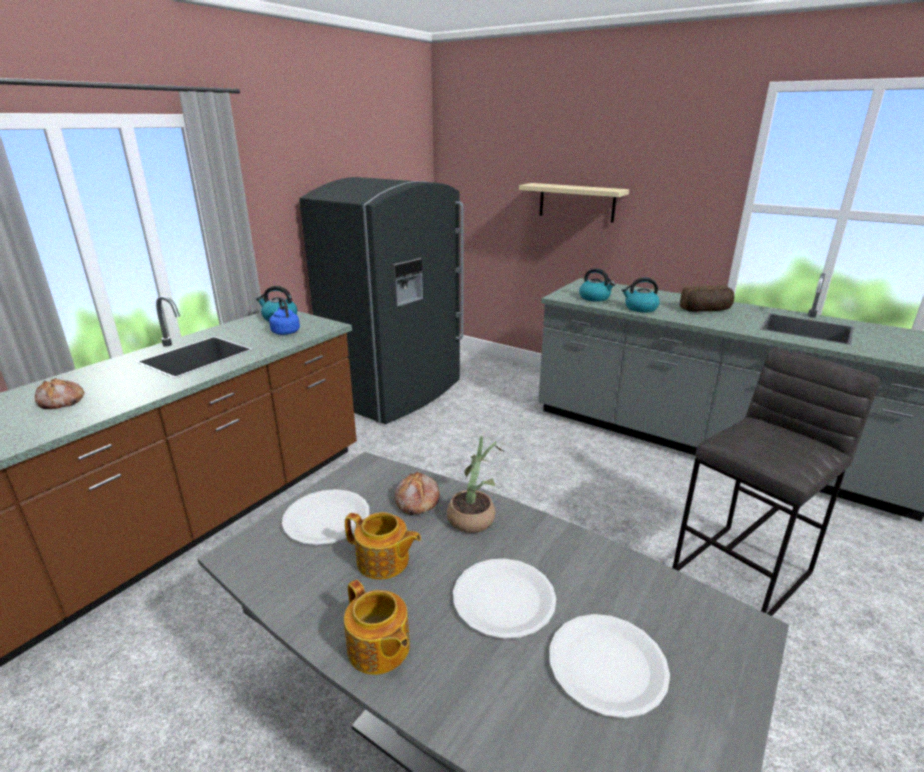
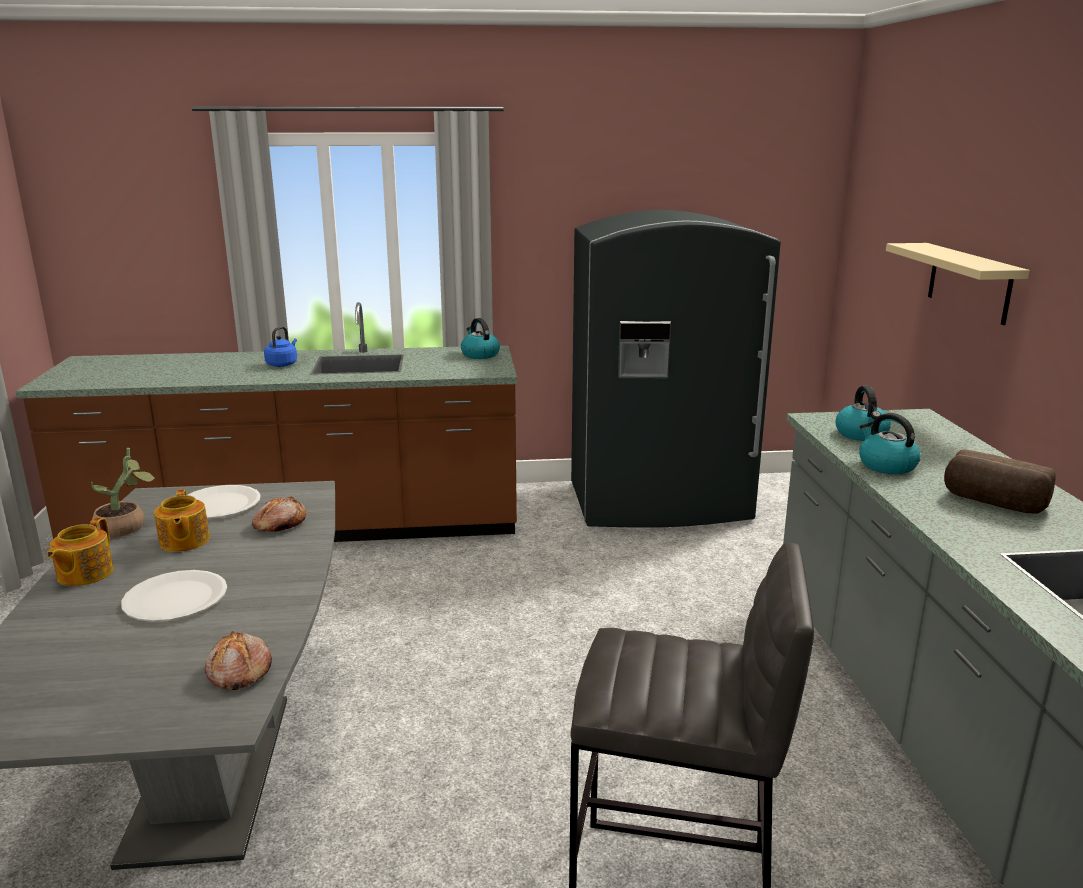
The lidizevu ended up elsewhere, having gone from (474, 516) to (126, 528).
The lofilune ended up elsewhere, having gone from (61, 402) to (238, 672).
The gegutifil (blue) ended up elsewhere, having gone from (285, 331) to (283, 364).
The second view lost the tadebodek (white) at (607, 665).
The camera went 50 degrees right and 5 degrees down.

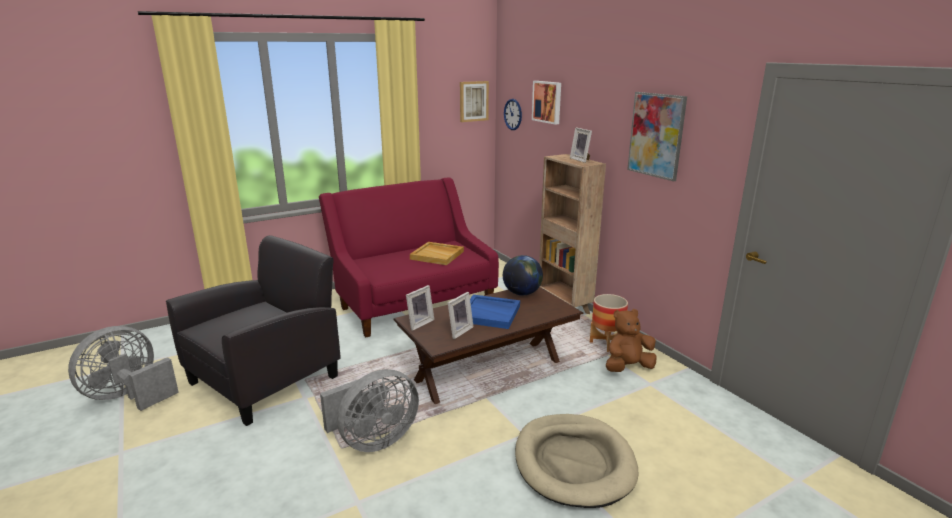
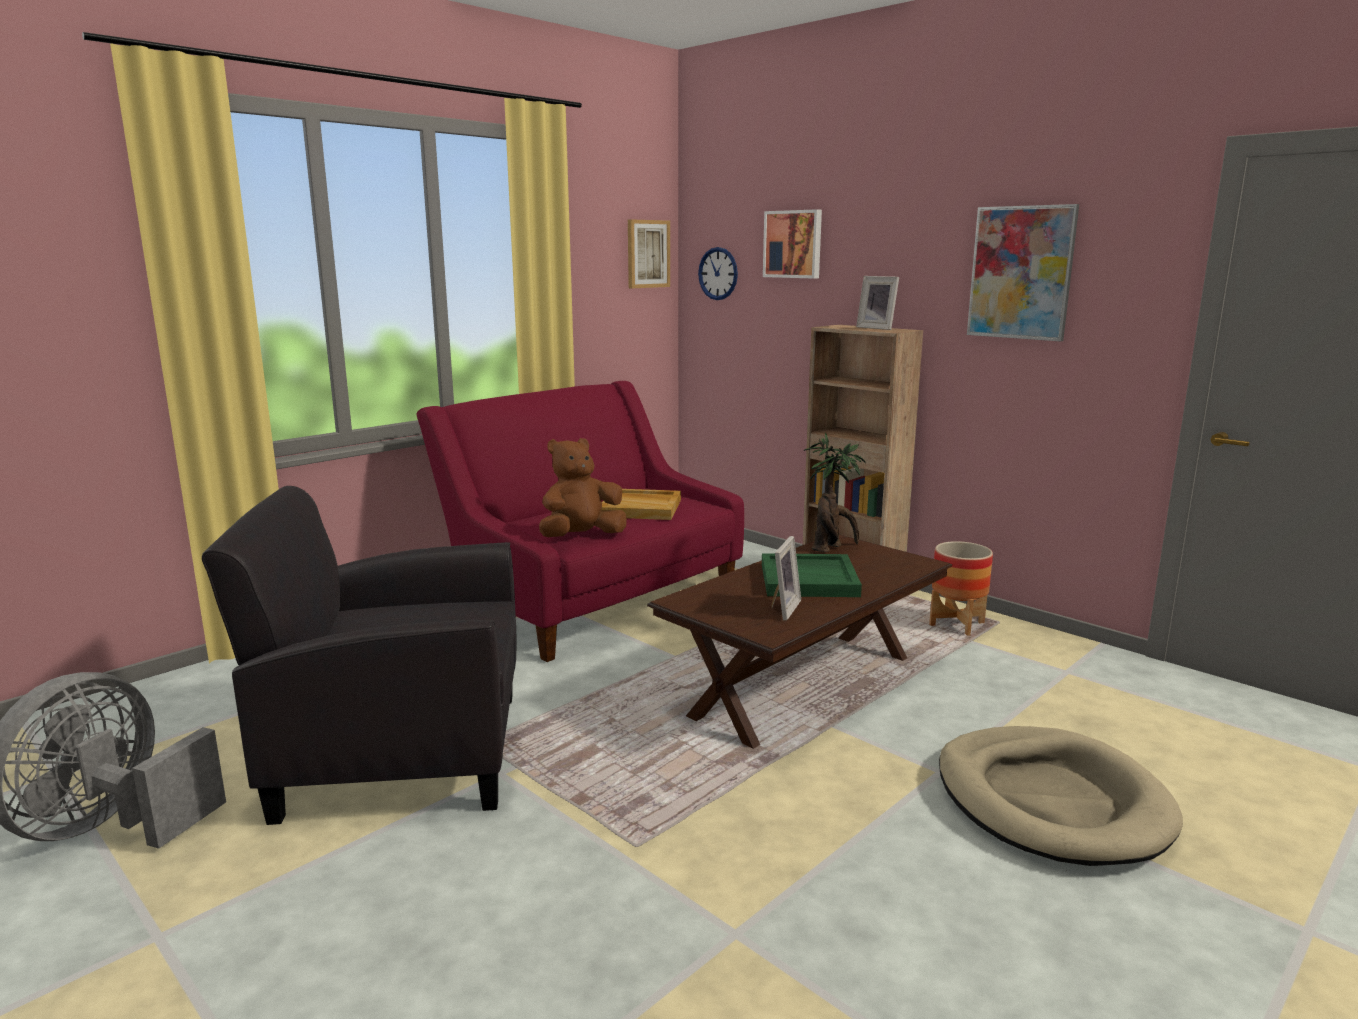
The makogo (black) at (266, 379) ended up facing another way, 120 degrees counterclockwise from before.
The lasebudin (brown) ended up elsewhere, having gone from (627, 367) to (581, 537).
What was the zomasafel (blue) at (490, 313) turned into the zomasafel (green) at (809, 579).
Where the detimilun stood at (522, 293), the lidizevu came to stand at (831, 548).
The second view lost the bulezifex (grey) at (373, 440).
The second view lost the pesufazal at (419, 323).
The camera went 15 degrees left and 5 degrees down.

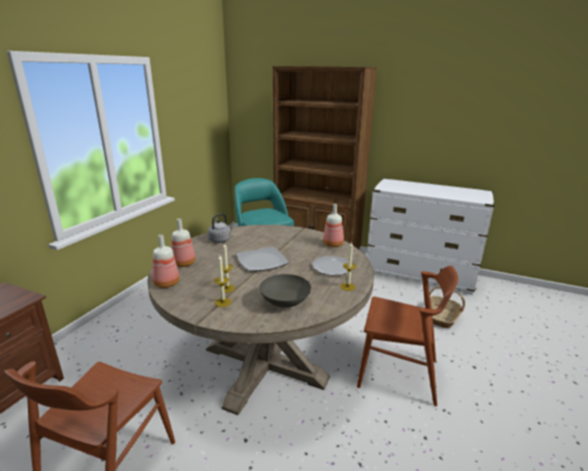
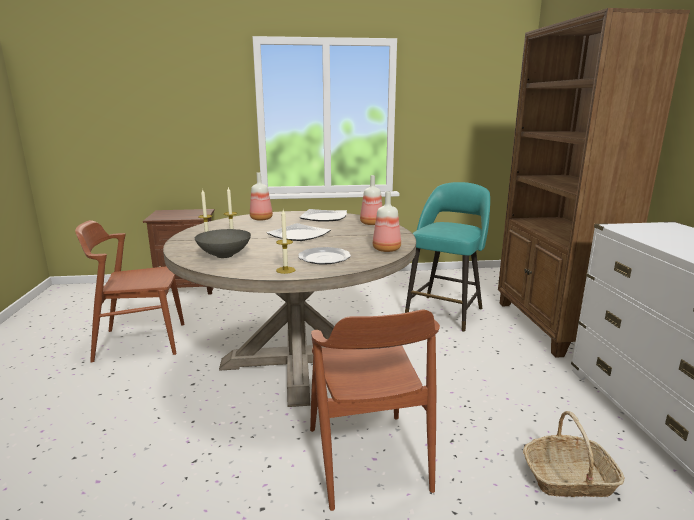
Where the gegutifil (grey) stood at (221, 239), the tadebodek came to stand at (324, 217).
The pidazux ended up elsewhere, having gone from (166, 284) to (370, 223).
The camera went 60 degrees right and 5 degrees down.

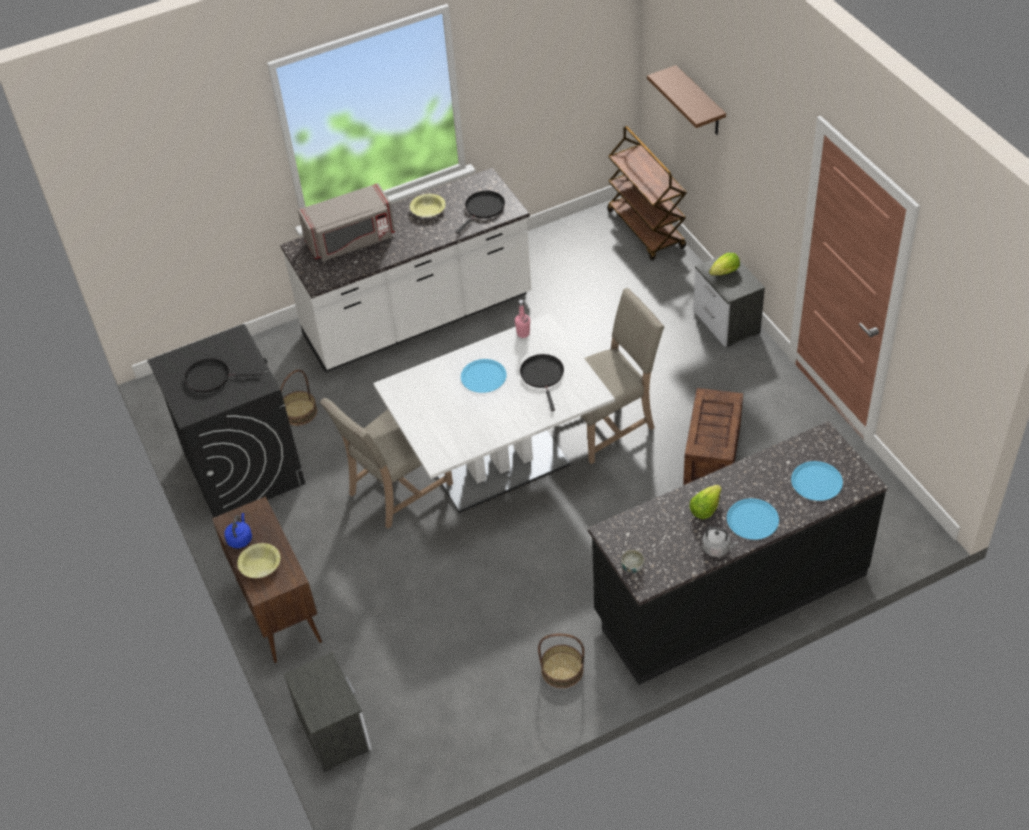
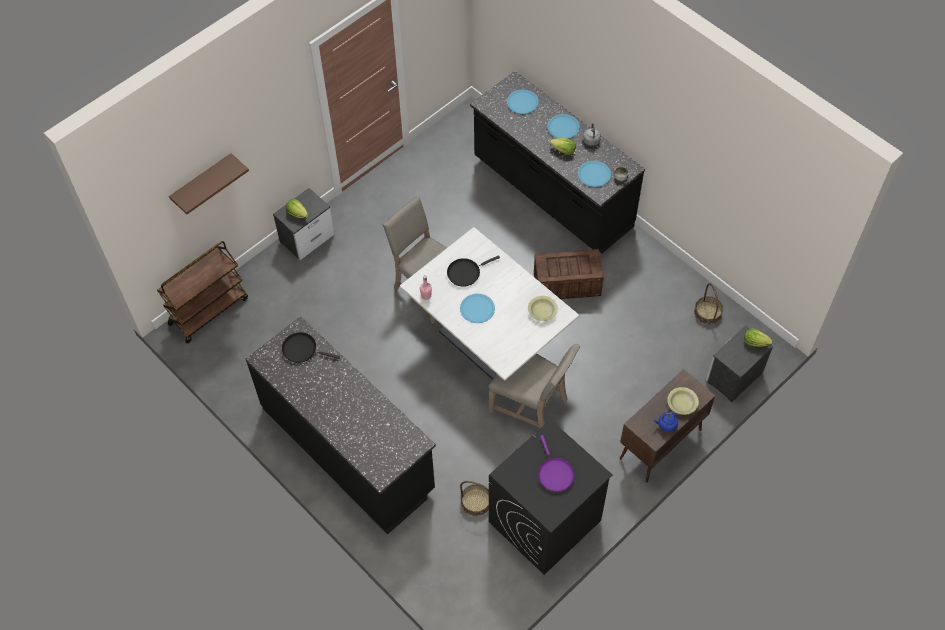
What was the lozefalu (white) at (418, 318) turned into the lozefalu (black) at (348, 448).
The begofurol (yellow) ended up elsewhere, having gone from (428, 210) to (542, 311).
The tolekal ended up elsewhere, having gone from (712, 454) to (568, 284).
What was the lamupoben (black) at (211, 377) turned into the lamupoben (purple) at (554, 473).
The second view gained the tadebodek (blue) at (594, 174).
The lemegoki ended up elsewhere, having gone from (562, 670) to (707, 313).
The second view gained the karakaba at (755, 342).
The second view lost the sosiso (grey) at (351, 240).
The camera went 110 degrees left and 10 degrees up.

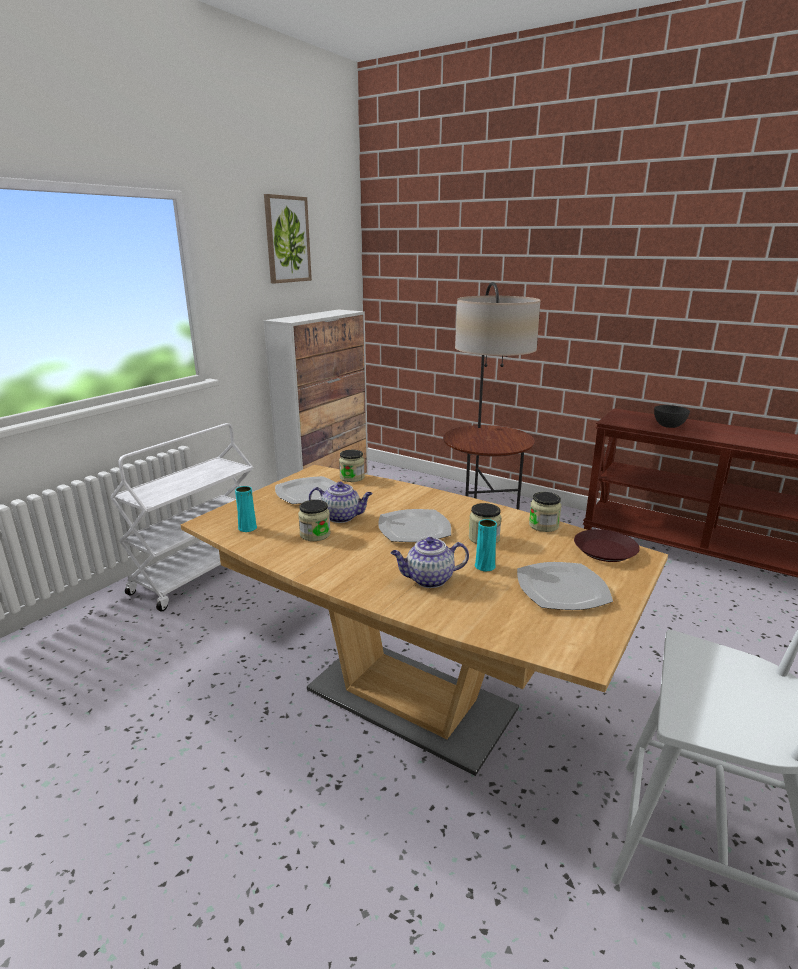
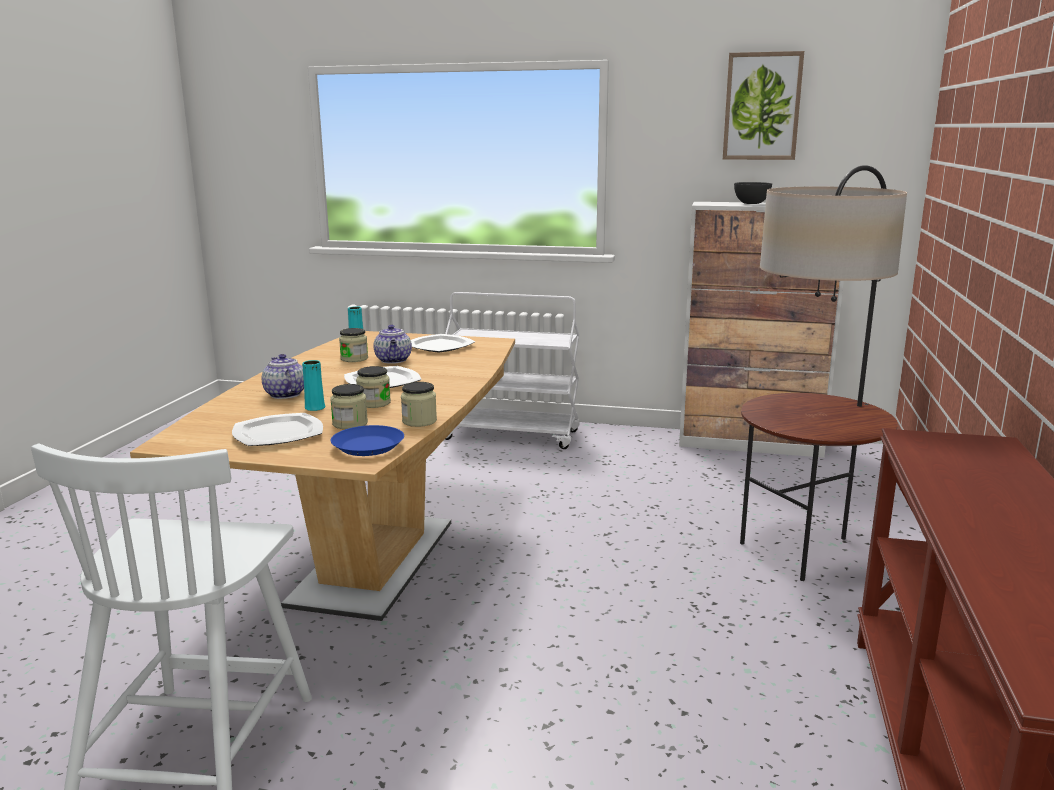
The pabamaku ended up elsewhere, having gone from (352, 477) to (350, 424).
What was the tadebodek (brown) at (604, 550) turned into the tadebodek (blue) at (368, 446).
The begofurol (grey) ended up elsewhere, having gone from (669, 426) to (751, 203).
The camera went 70 degrees right and 5 degrees down.

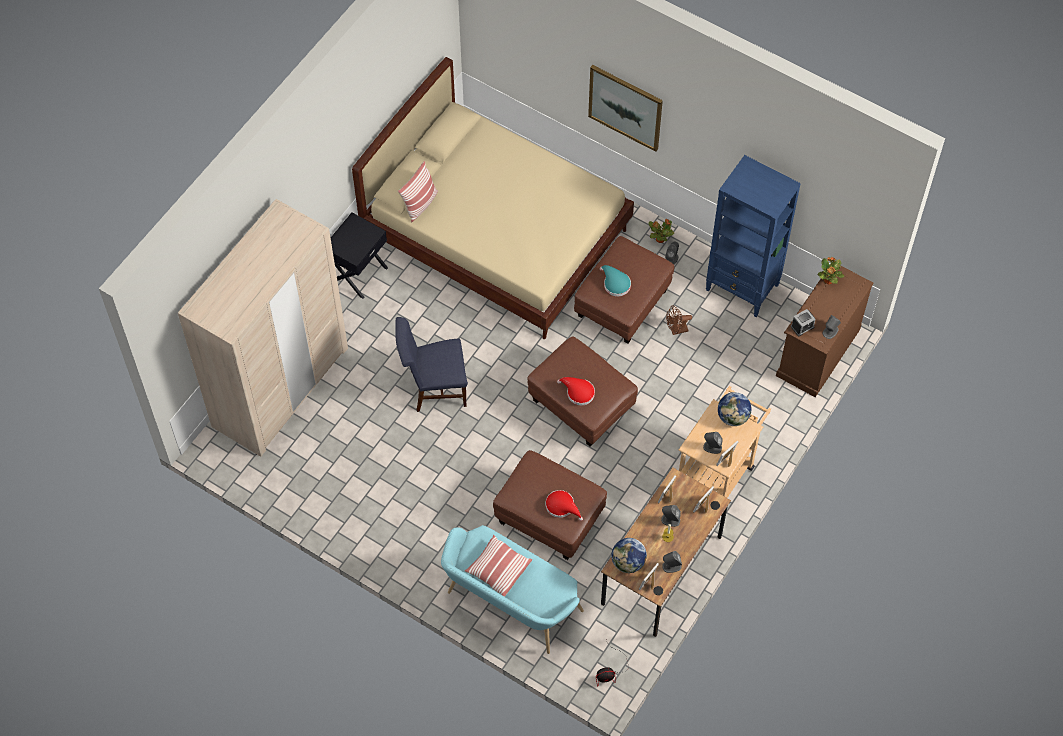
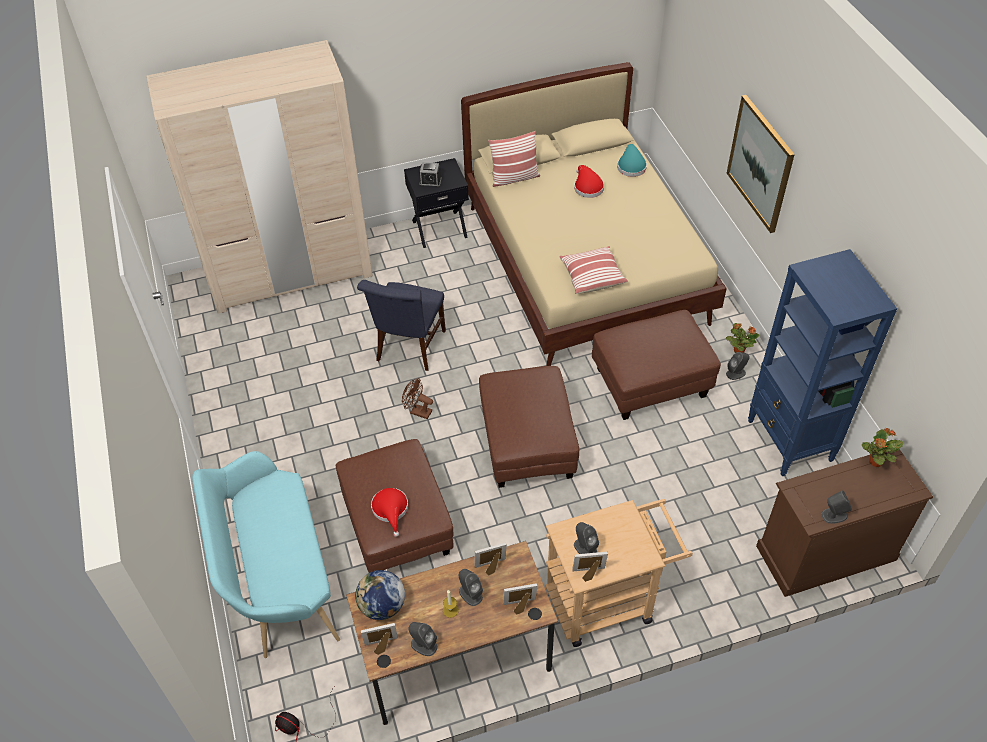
The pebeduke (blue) at (434, 388) ended up facing another way, 105 degrees counterclockwise from before.
The bulezifex (brown) ended up elsewhere, having gone from (676, 330) to (417, 411).
The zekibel ended up elsewhere, having gone from (802, 327) to (430, 182).
The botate ended up elsewhere, having gone from (498, 569) to (592, 276).
The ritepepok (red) ended up elsewhere, having gone from (578, 392) to (587, 187).
The ritepepok (turquoise) ended up elsewhere, having gone from (615, 284) to (631, 166).
The second view lost the detimilun at (733, 417).
The camera went 40 degrees right and 10 degrees down.

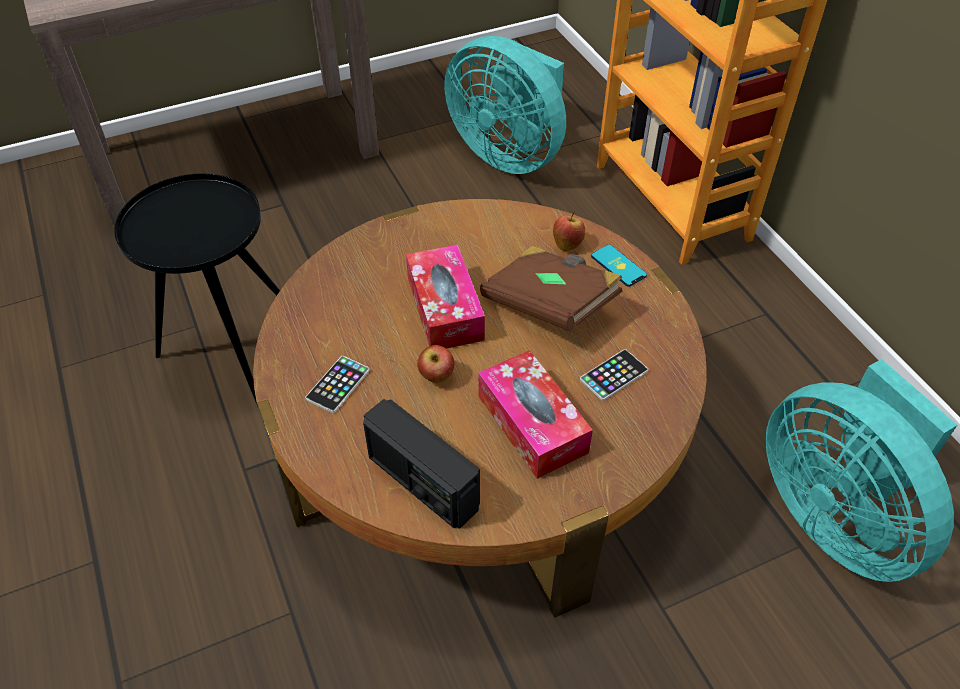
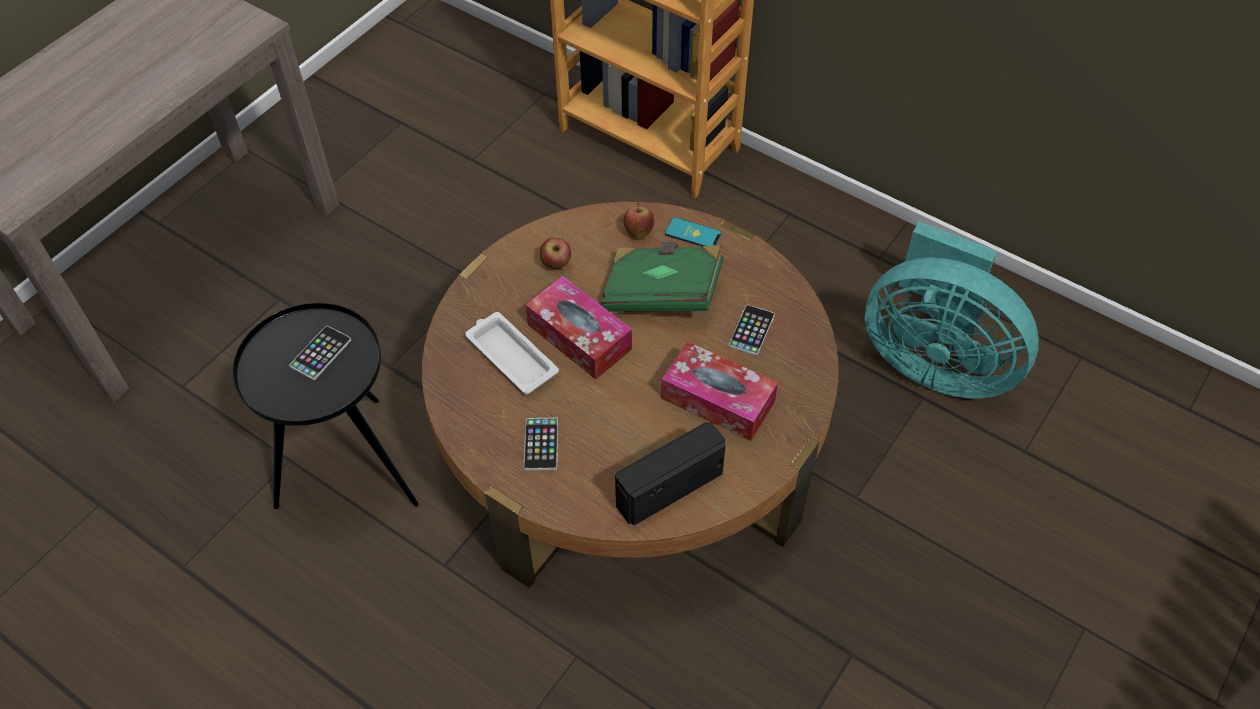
The second view gained the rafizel at (321, 353).
The second view gained the zomasafel (white) at (510, 356).
The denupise ended up elsewhere, having gone from (436, 377) to (556, 264).
What was the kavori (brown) at (550, 304) turned into the kavori (green) at (662, 293).
The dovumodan at (422, 482) ended up facing another way, 135 degrees clockwise from before.
The second view lost the bulezifex (turquoise) at (509, 153).
The camera went 30 degrees left and 5 degrees up.

